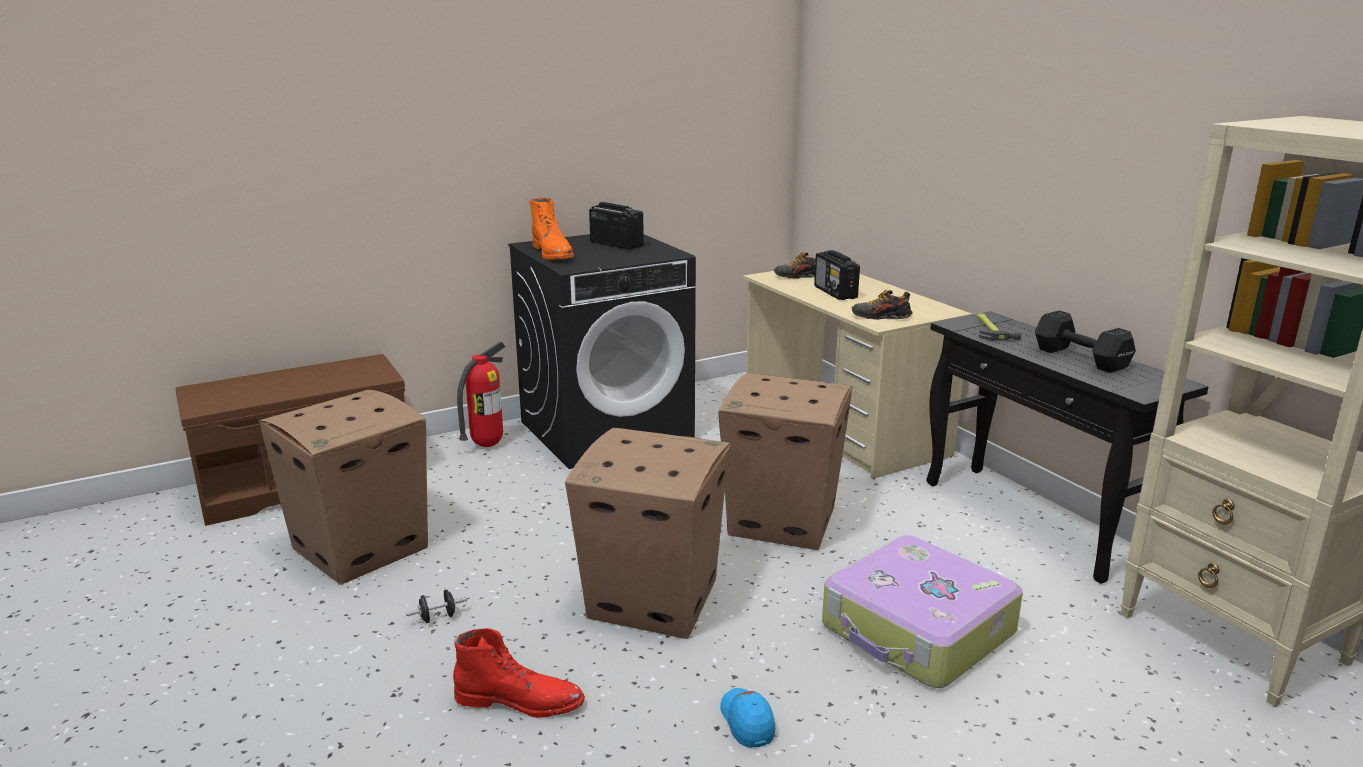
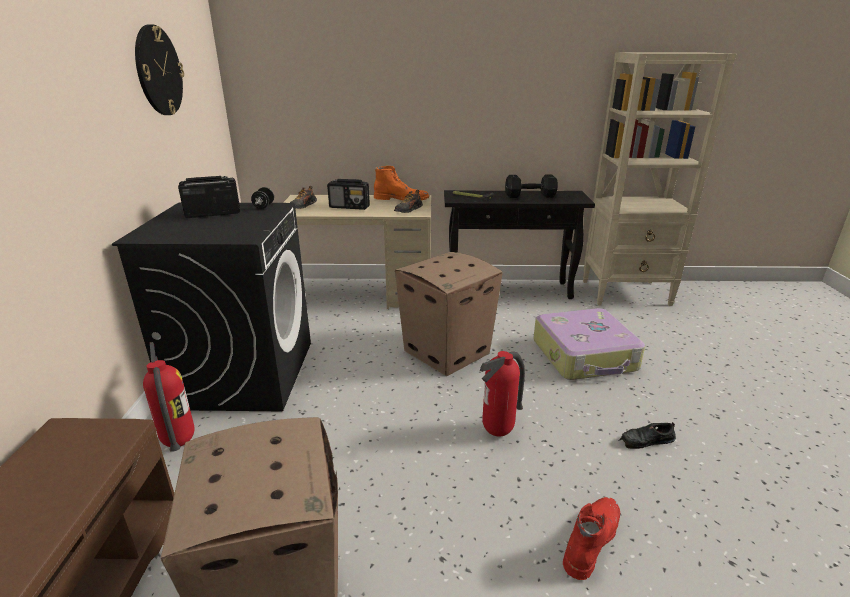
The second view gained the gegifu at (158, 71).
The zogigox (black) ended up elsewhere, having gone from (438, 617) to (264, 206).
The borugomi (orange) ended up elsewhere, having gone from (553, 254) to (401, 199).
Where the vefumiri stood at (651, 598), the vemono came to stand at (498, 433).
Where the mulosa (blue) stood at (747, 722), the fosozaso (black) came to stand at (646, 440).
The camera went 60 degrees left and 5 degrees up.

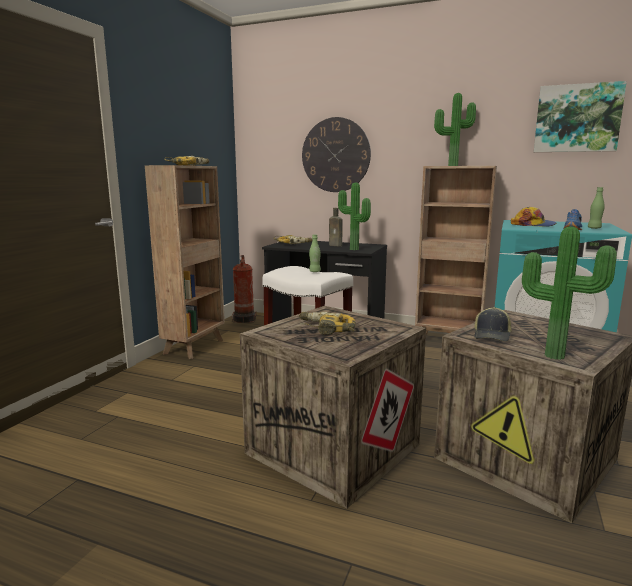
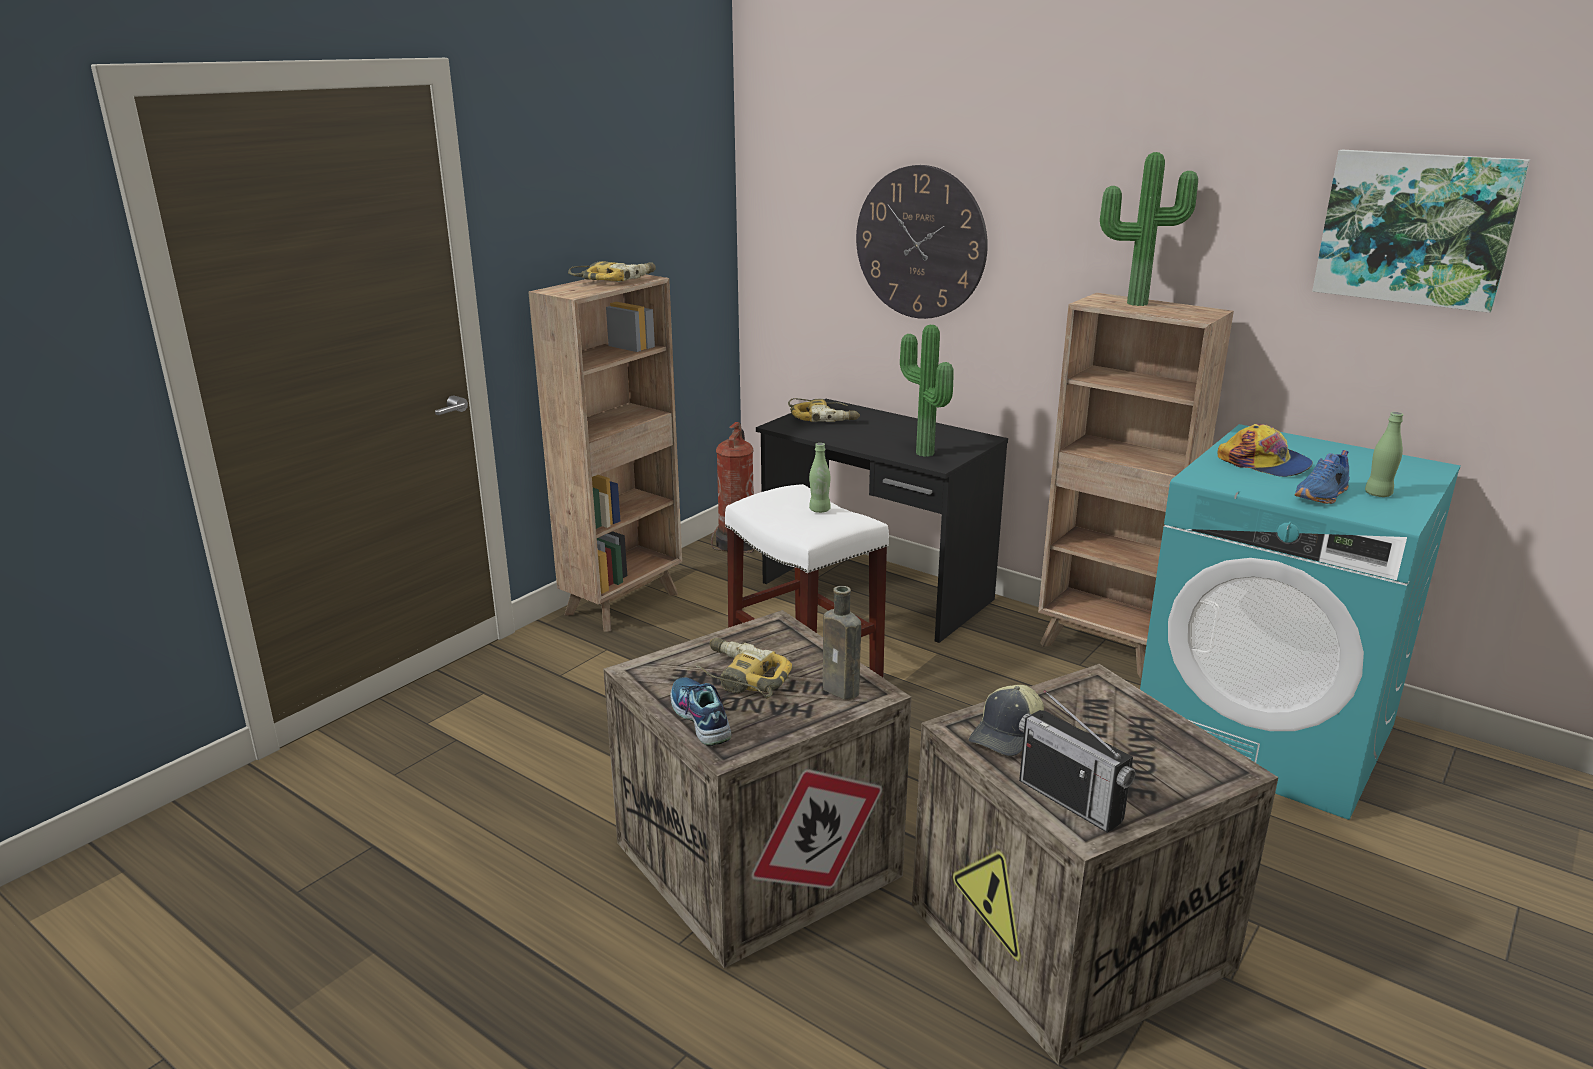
The second view gained the fosozaso at (699, 719).
The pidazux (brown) ended up elsewhere, having gone from (336, 245) to (843, 691).
Where the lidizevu stood at (555, 355), the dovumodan came to stand at (1070, 800).
The camera went 15 degrees right and 10 degrees up.

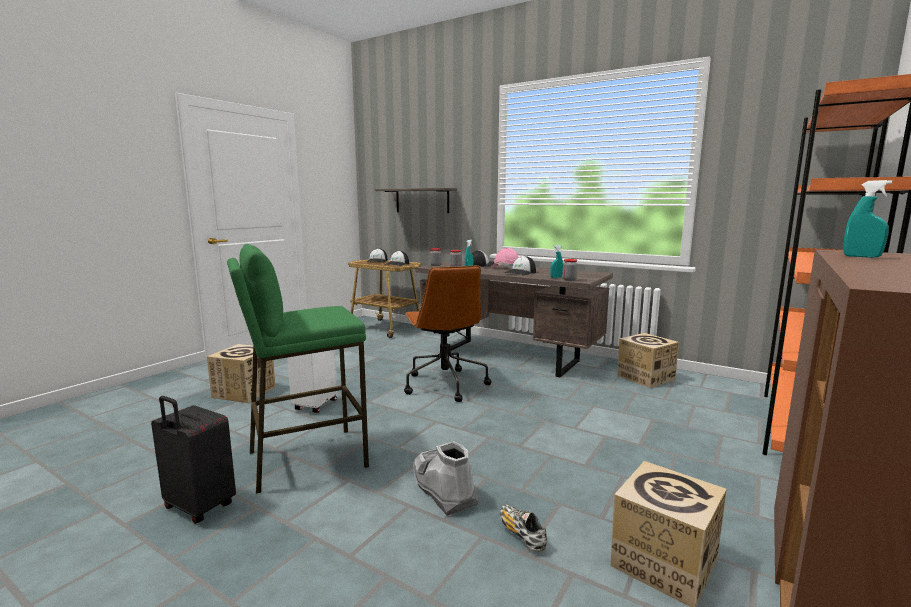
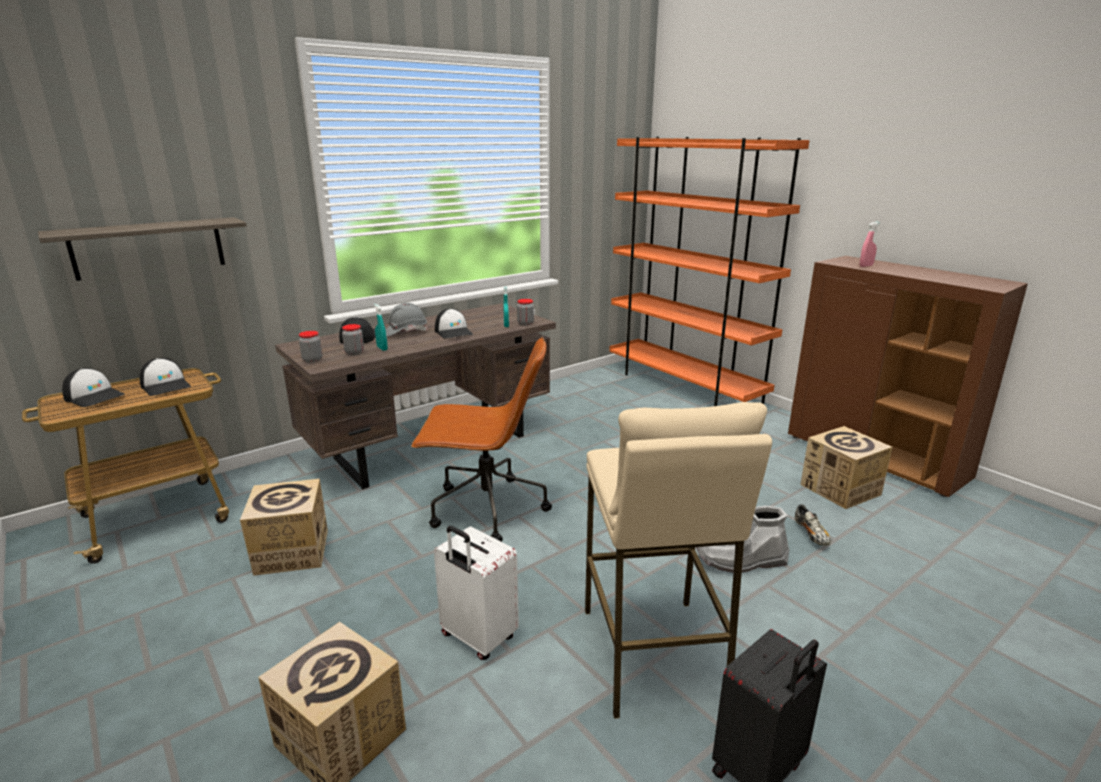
The vefumiri ended up elsewhere, having gone from (645, 377) to (291, 552).
What was the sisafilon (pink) at (505, 268) turned into the sisafilon (grey) at (405, 332).
What was the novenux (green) at (306, 458) turned into the novenux (beige) at (652, 655).
The fosozaso at (521, 534) ended up facing another way, 90 degrees counterclockwise from before.
What was the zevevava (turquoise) at (862, 256) turned into the zevevava (pink) at (866, 266).
The camera went 70 degrees left and 10 degrees up.

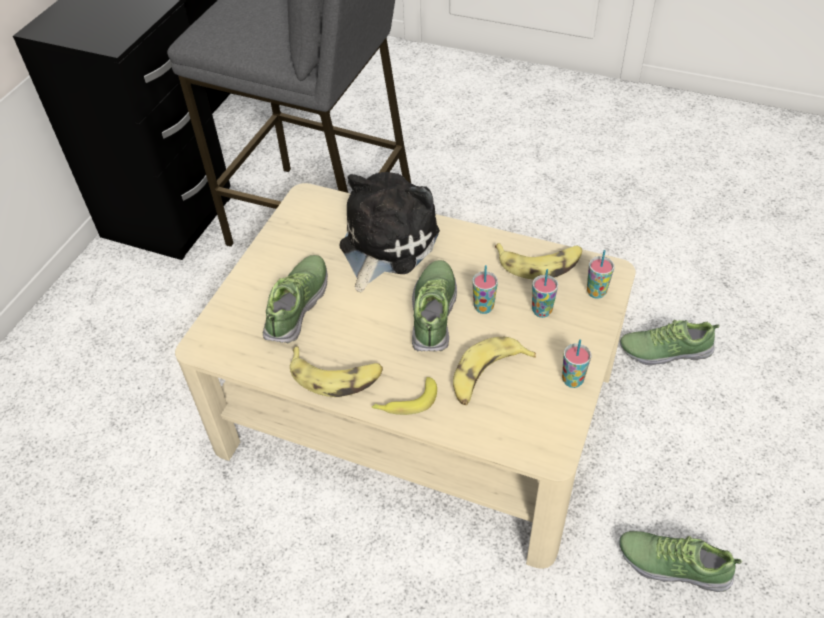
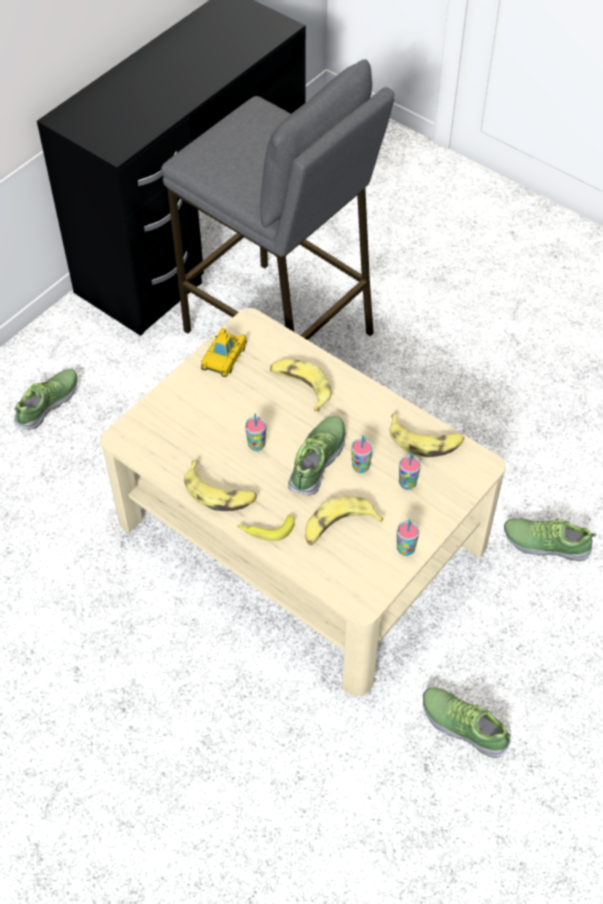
The fosozaso ended up elsewhere, having gone from (298, 306) to (48, 404).
The second view gained the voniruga at (224, 357).
The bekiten ended up elsewhere, having gone from (596, 292) to (256, 445).
Where the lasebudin stood at (385, 244), the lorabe came to stand at (301, 387).
The camera went 15 degrees right and 5 degrees up.

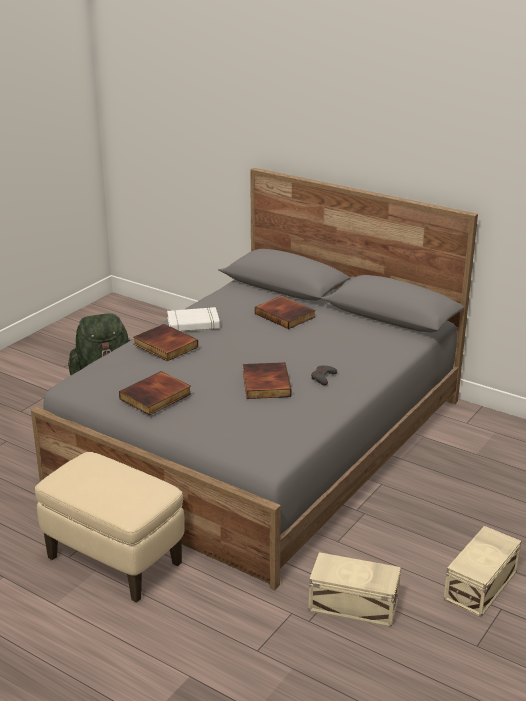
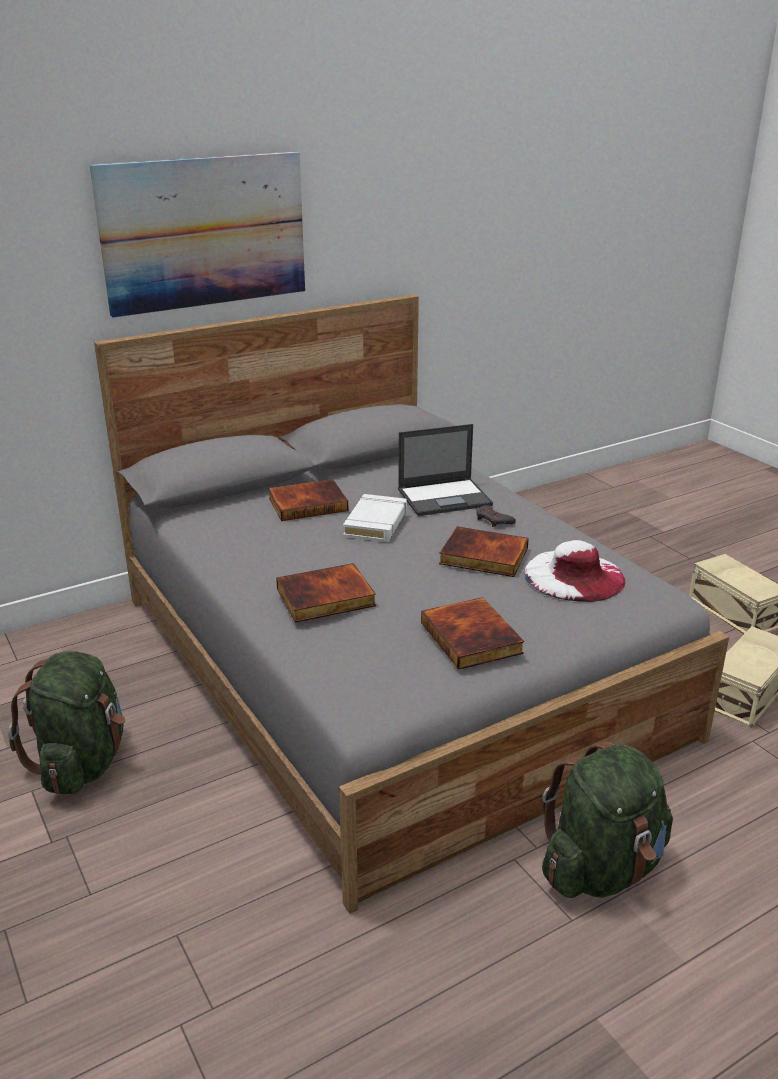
The second view gained the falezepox at (204, 232).
The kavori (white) ended up elsewhere, having gone from (193, 324) to (376, 523).
The second view gained the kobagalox at (445, 497).
The second view gained the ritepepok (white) at (574, 575).
Where the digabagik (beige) stood at (115, 561), the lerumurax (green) came to stand at (601, 869).
The camera went 65 degrees left and 0 degrees up.

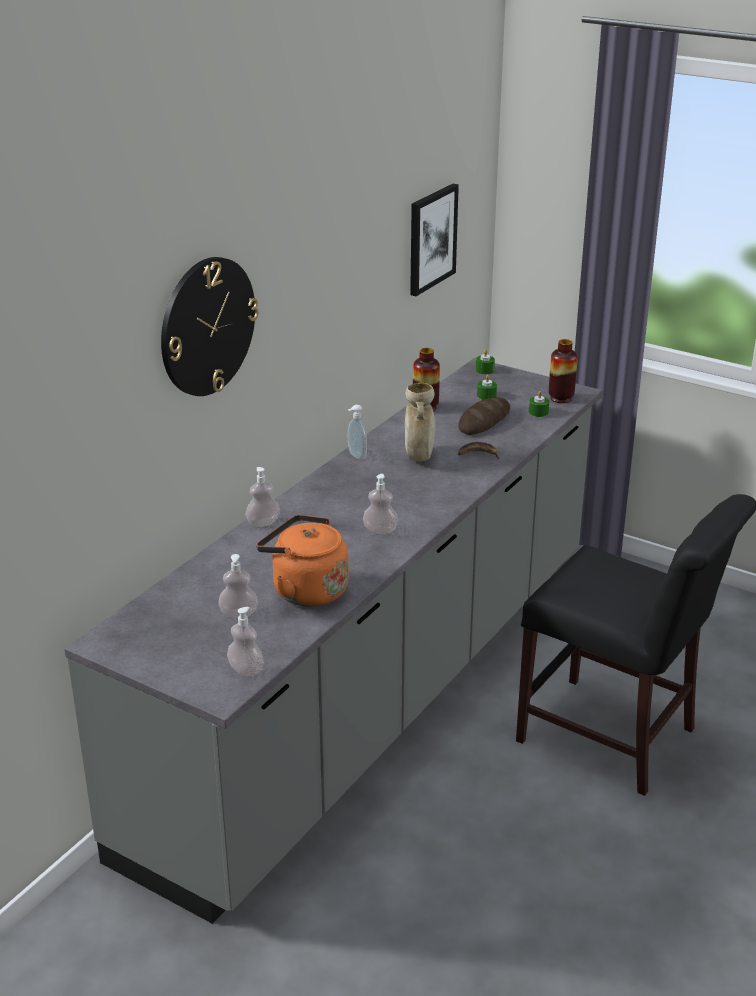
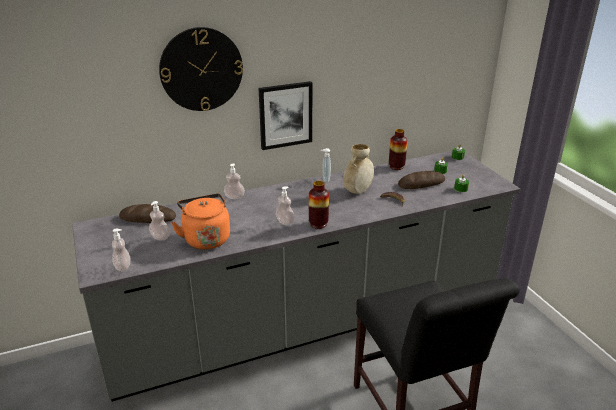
The second view gained the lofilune at (148, 218).
The falezepox ended up elsewhere, having gone from (431, 239) to (285, 115).
The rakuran ended up elsewhere, having gone from (561, 398) to (318, 224).
The camera went 35 degrees right and 0 degrees up.

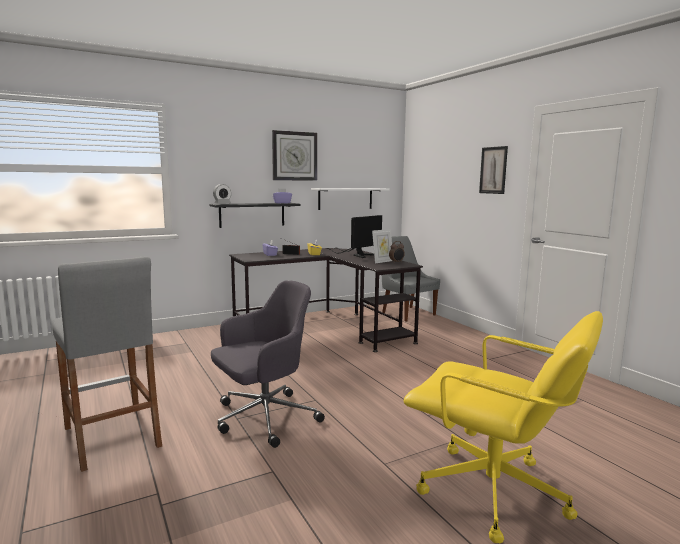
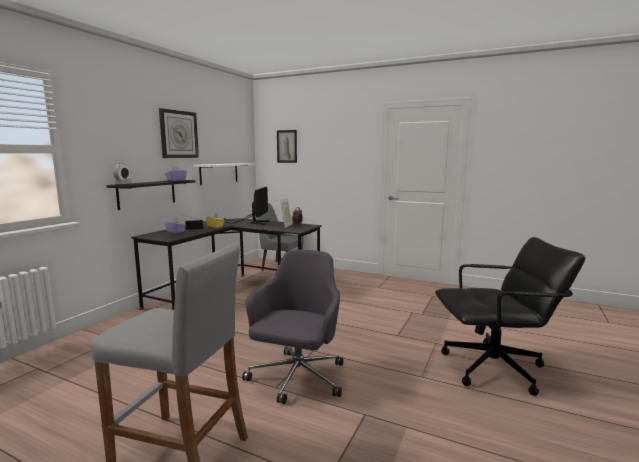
The falezepox ended up elsewhere, having gone from (493, 170) to (287, 146).
What was the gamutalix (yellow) at (494, 493) turned into the gamutalix (black) at (495, 369).
The camera went 35 degrees left and 0 degrees up.

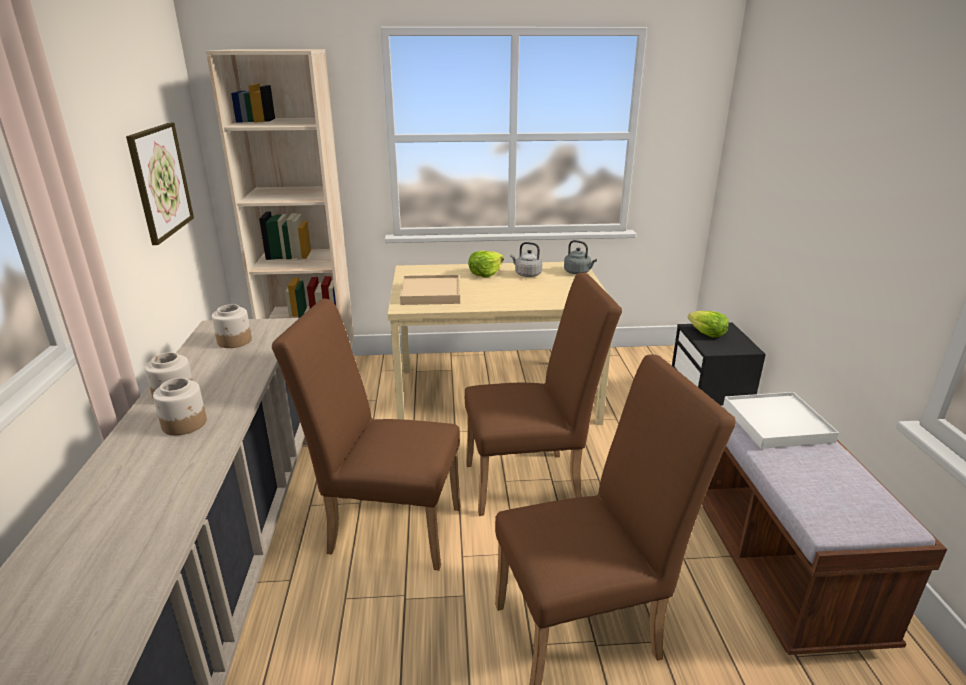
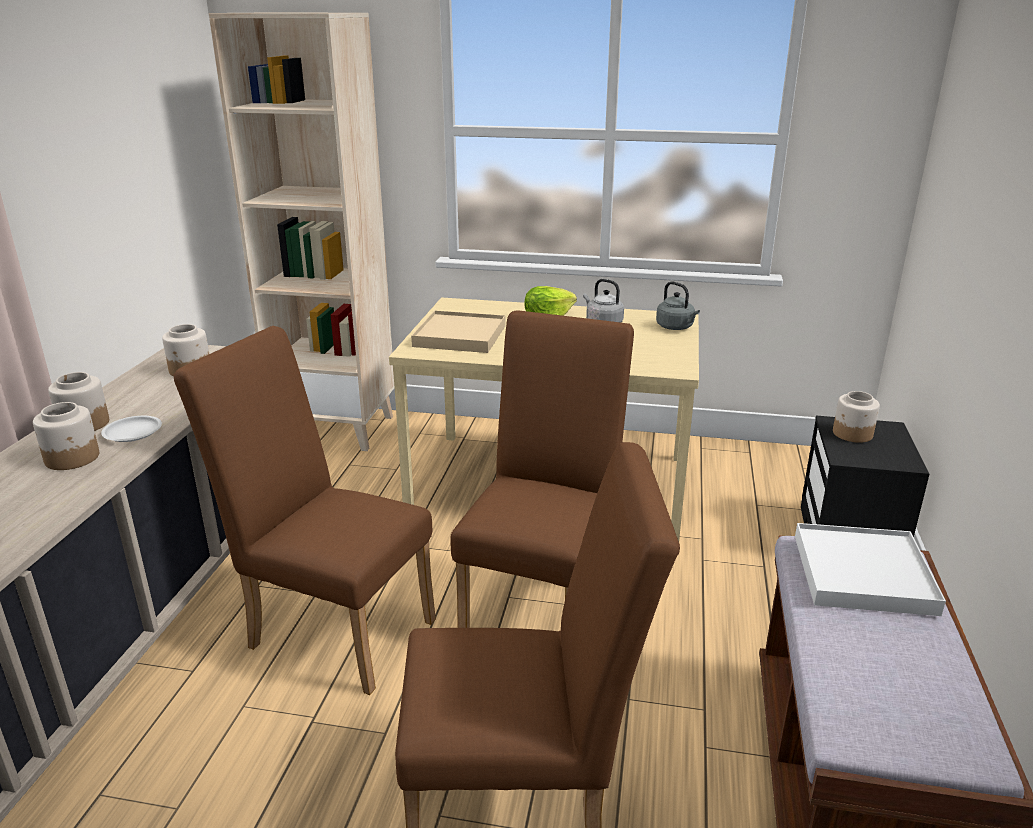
The second view gained the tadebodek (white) at (133, 432).
The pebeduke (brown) at (532, 482) ended up facing another way, 75 degrees counterclockwise from before.
Where the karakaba stood at (706, 334), the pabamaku came to stand at (852, 434).
The second view lost the falezepox at (160, 181).
The camera went 15 degrees right and 0 degrees up.

